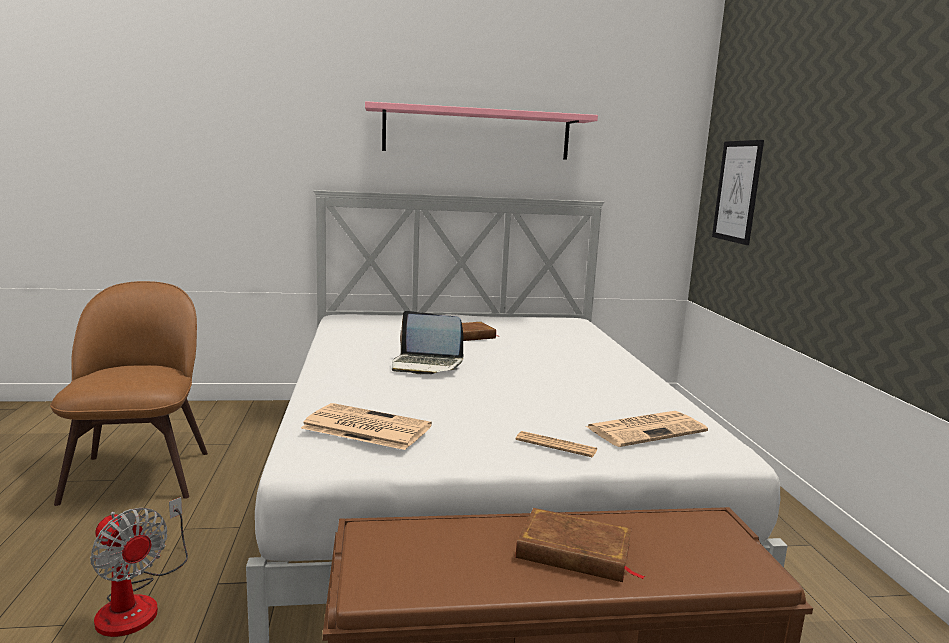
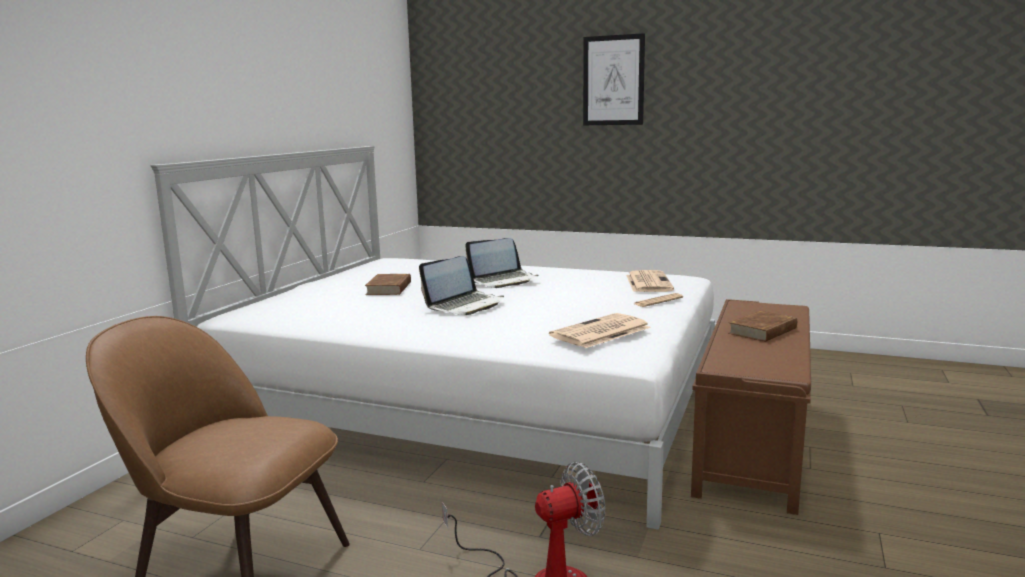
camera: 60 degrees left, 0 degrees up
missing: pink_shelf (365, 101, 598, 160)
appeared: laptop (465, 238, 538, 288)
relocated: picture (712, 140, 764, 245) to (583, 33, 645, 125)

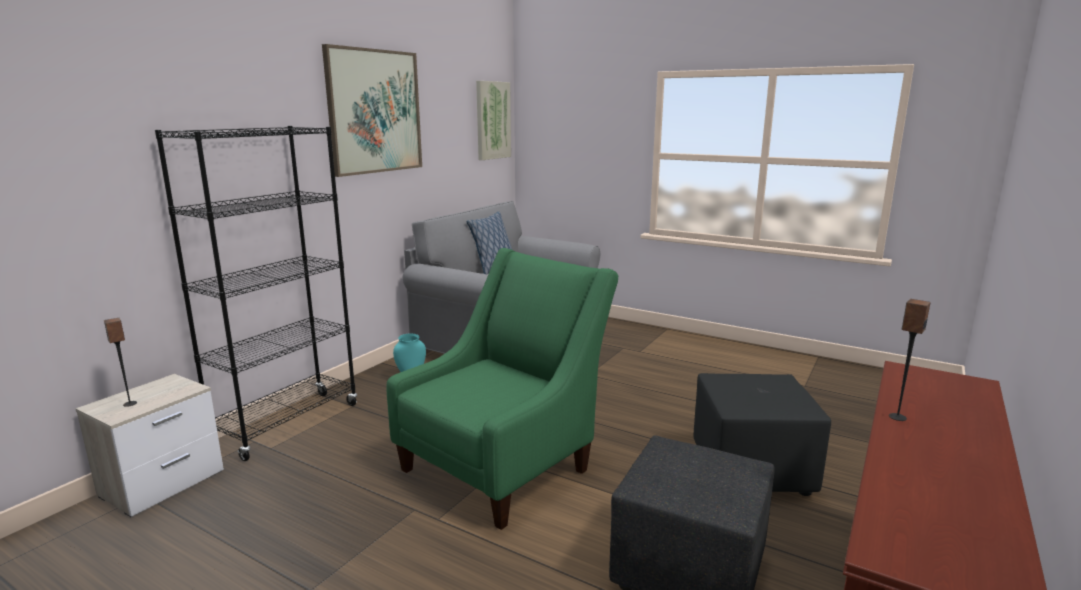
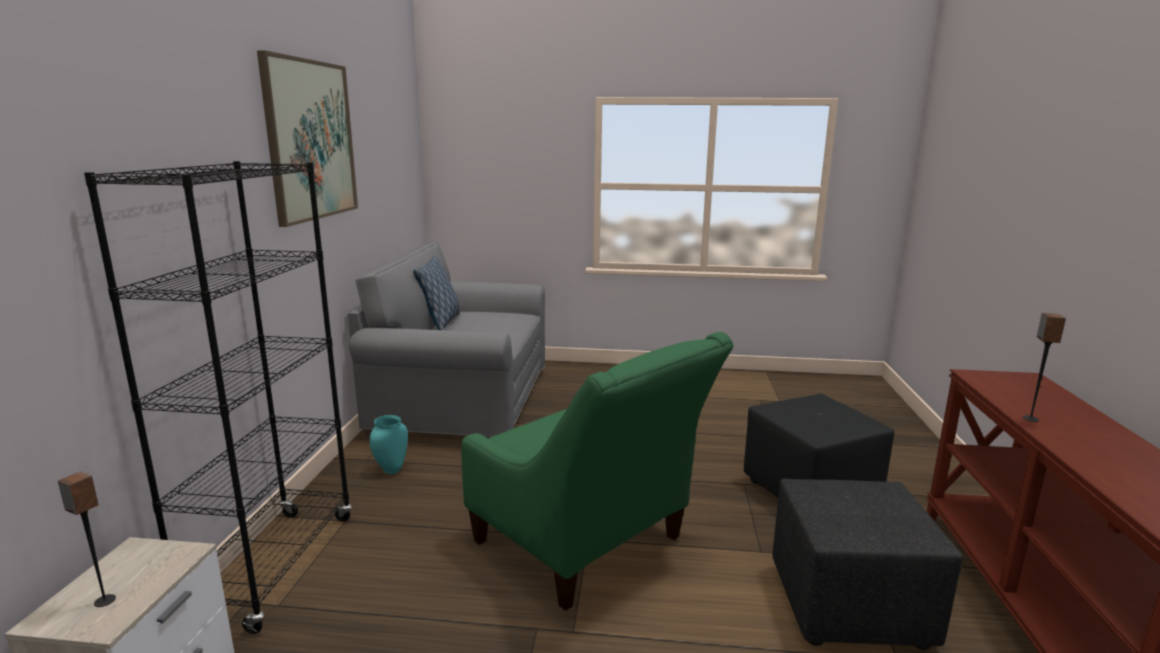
camera: 25 degrees left, 0 degrees up
missing: picture (476, 81, 511, 160)
spun: green_armchair (387, 248, 618, 530) = (461, 332, 733, 611) 120 degrees clockwise

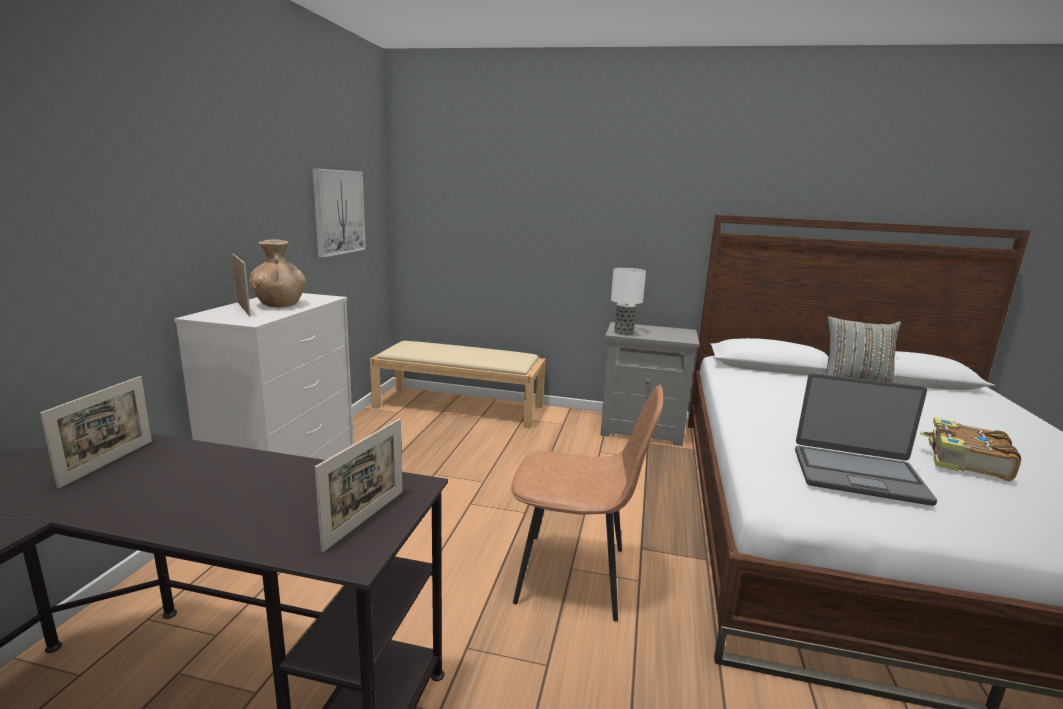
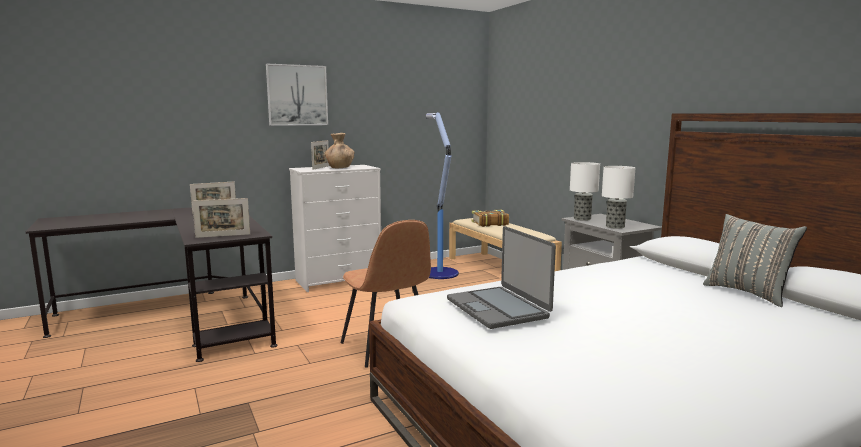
camera: 50 degrees right, 5 degrees down
appeared: floor_lamp (426, 112, 459, 279); table_lamp (602, 166, 635, 229)
relocated: picture (313, 168, 366, 258) to (266, 64, 328, 126); book (920, 417, 1021, 481) to (471, 210, 509, 227)

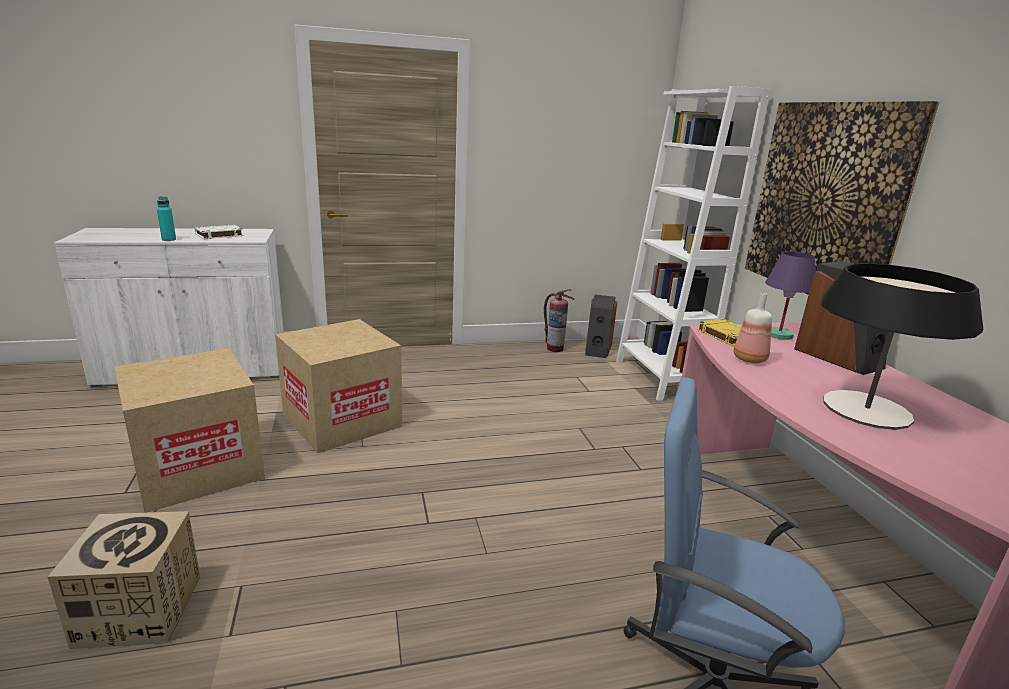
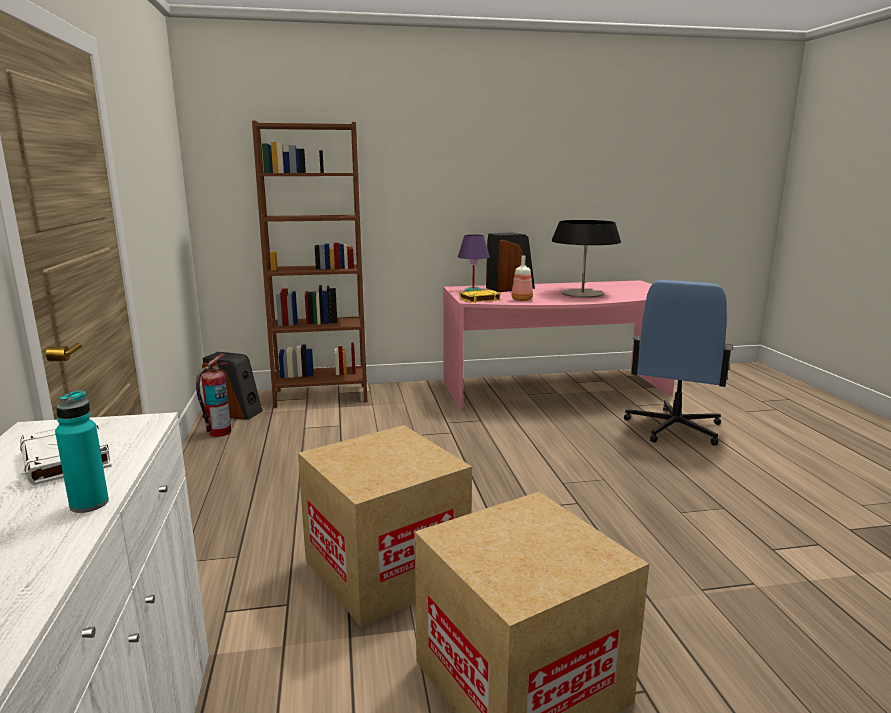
camera: 85 degrees left, 5 degrees down
missing: picture (745, 101, 939, 295); cardboard_box (48, 511, 200, 649)
colour: white_bookcase (616, 86, 770, 401) to brown_bookcase (252, 121, 367, 408)

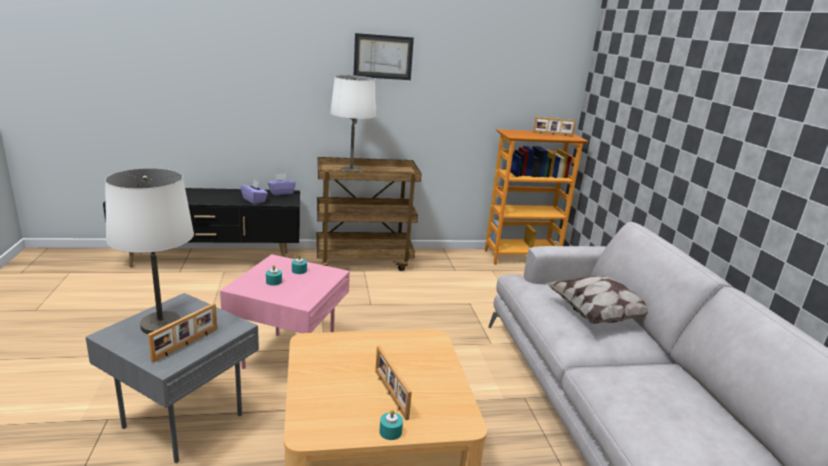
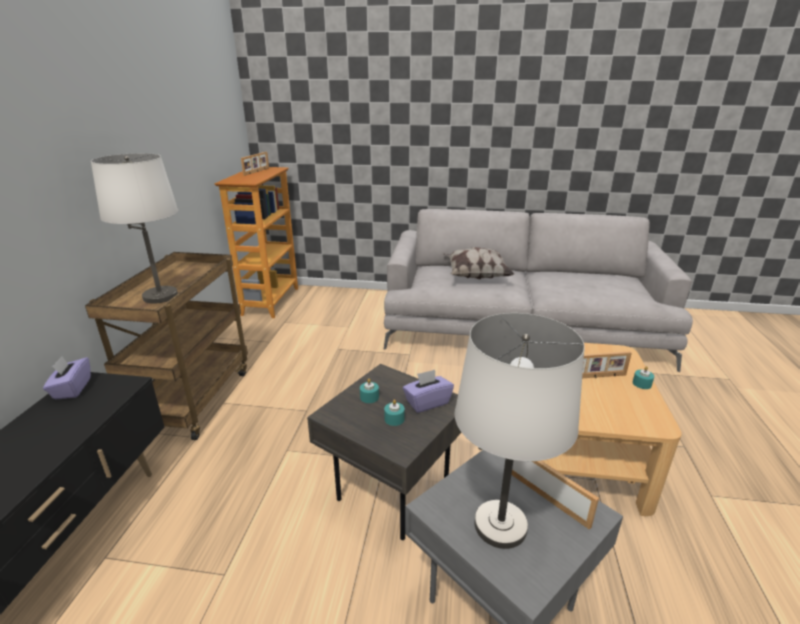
camera: 70 degrees left, 5 degrees up
missing: picture (354, 33, 414, 80)
relocated: purple_tissue_box (241, 180, 268, 204) to (403, 370, 454, 413)
colour: pink_side_table (220, 254, 350, 369) to grey_side_table (307, 364, 461, 540)

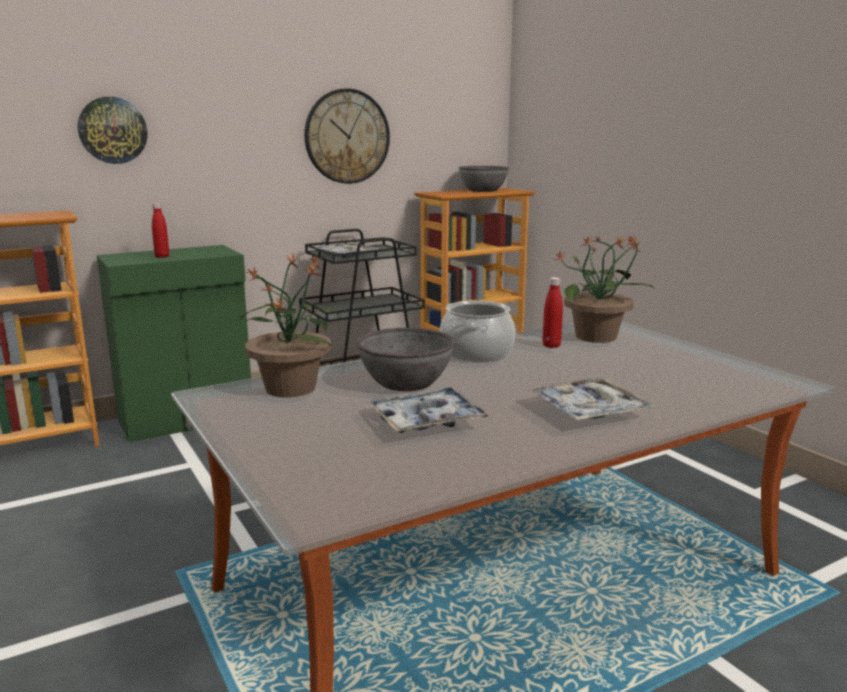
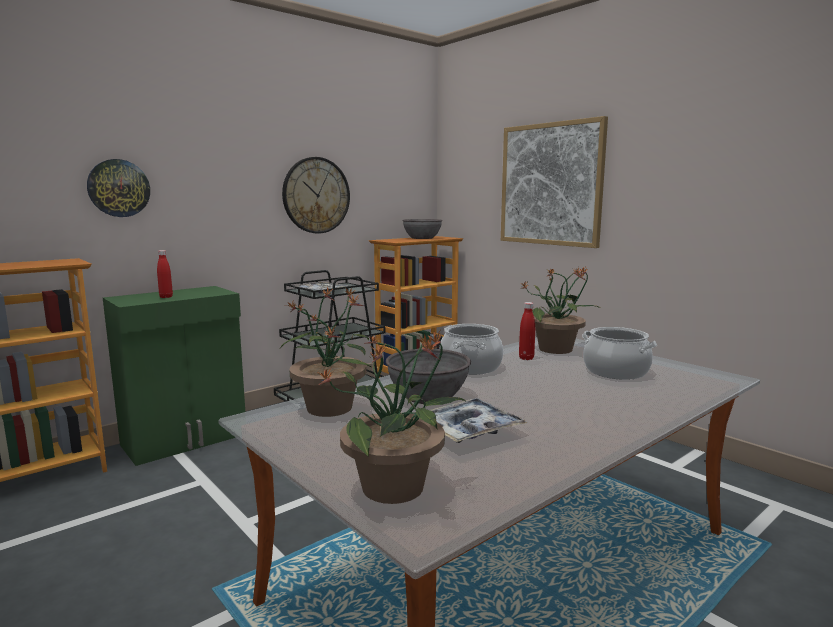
camera: 10 degrees left, 5 degrees down
missing: tray (529, 378, 655, 421)
appeared: picture (501, 116, 608, 248); cooking_pot (582, 327, 657, 380); potted_plant (318, 331, 467, 504)

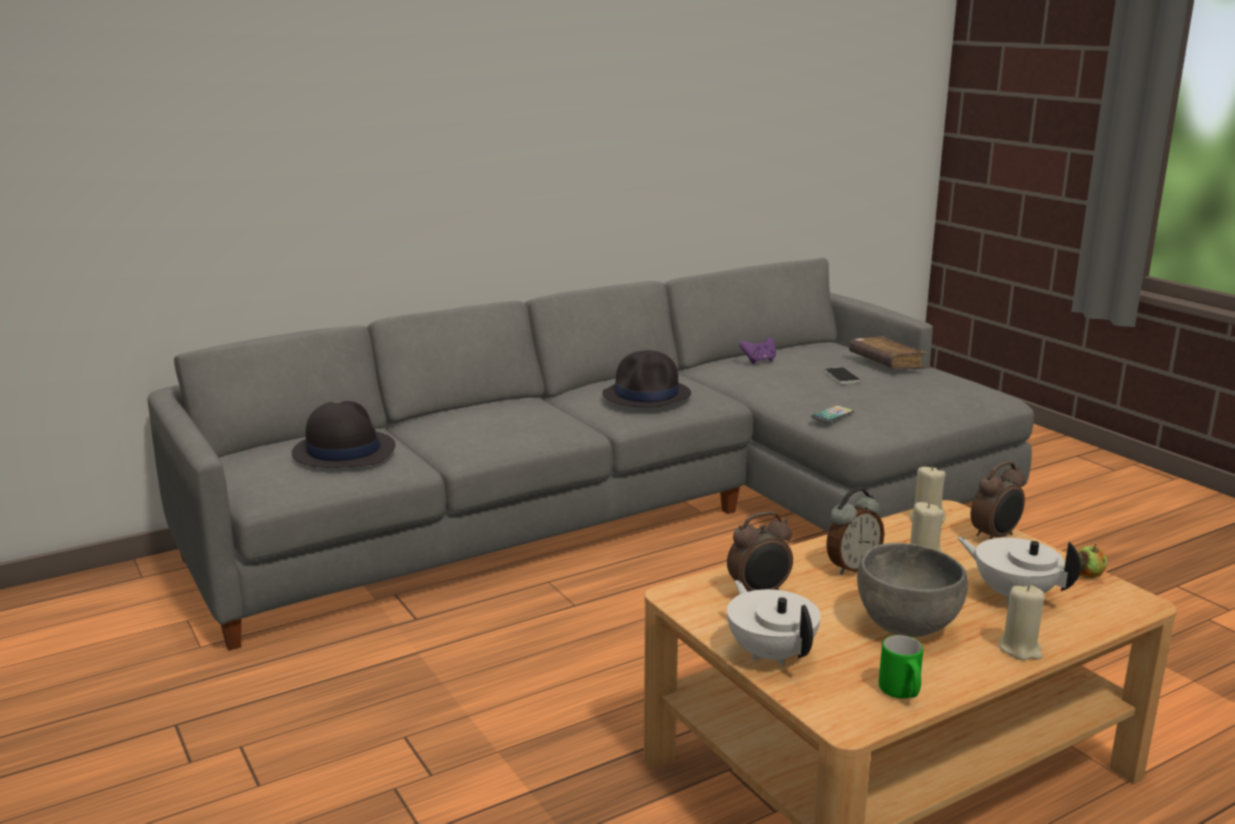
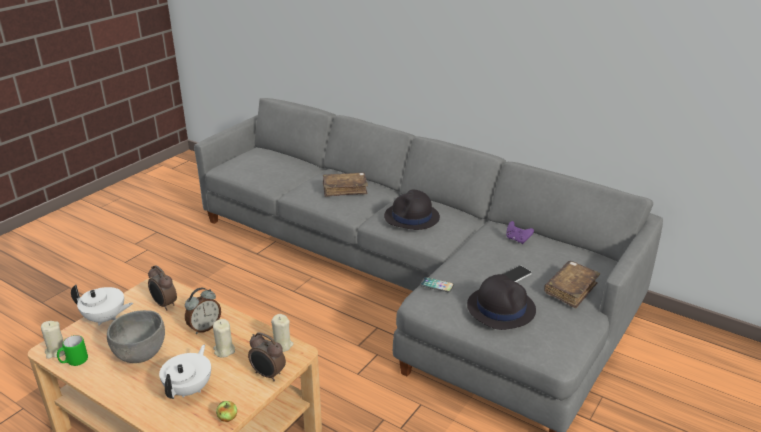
camera: 65 degrees right, 10 degrees up
appeared: brown_book (323, 172, 368, 197)
relocated: black_hat (292, 401, 396, 468) to (467, 274, 536, 330); beige_candle (999, 585, 1045, 660) to (41, 321, 65, 359)
spun: alarm_clock (826, 488, 885, 575) = (185, 287, 221, 334) 75 degrees counterclockwise; white_teapot (727, 580, 821, 666) = (71, 285, 133, 326) 60 degrees clockwise

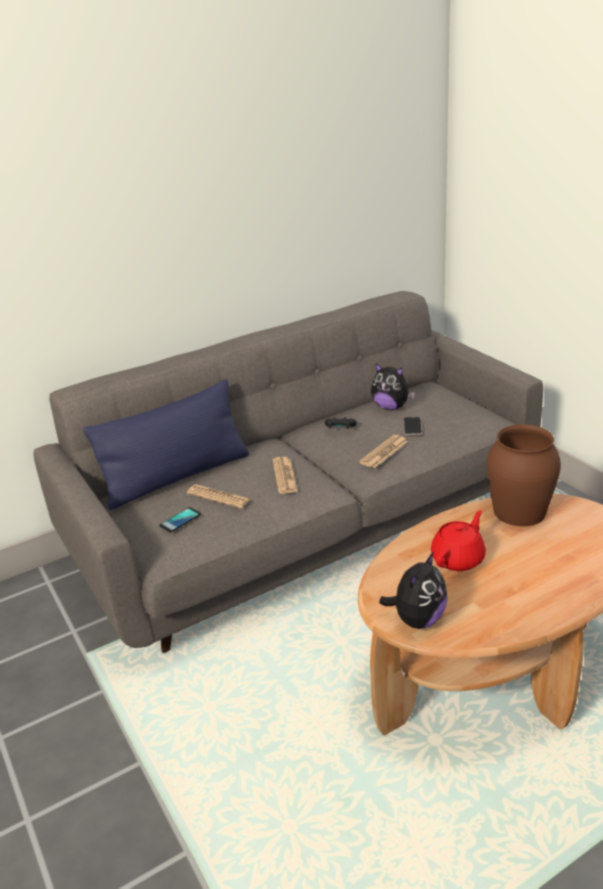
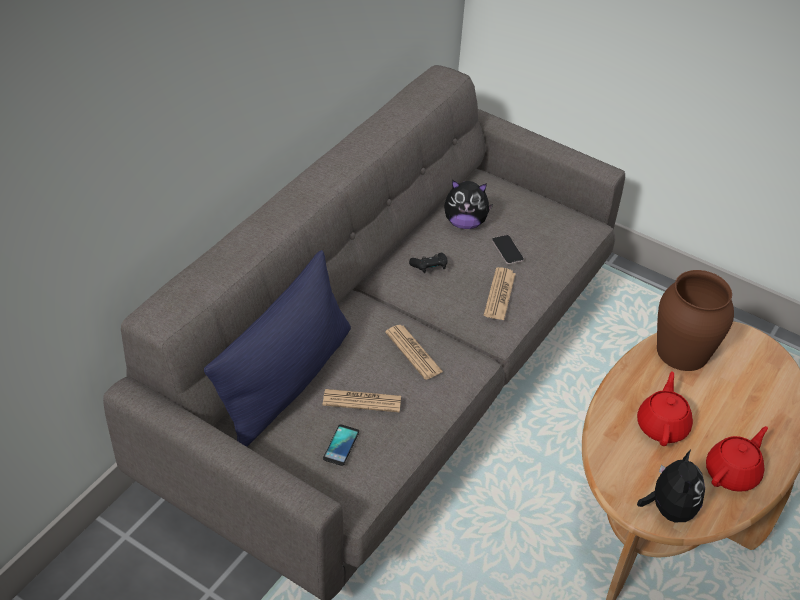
camera: 30 degrees left, 15 degrees up
appeared: red_teapot (706, 426, 768, 492)

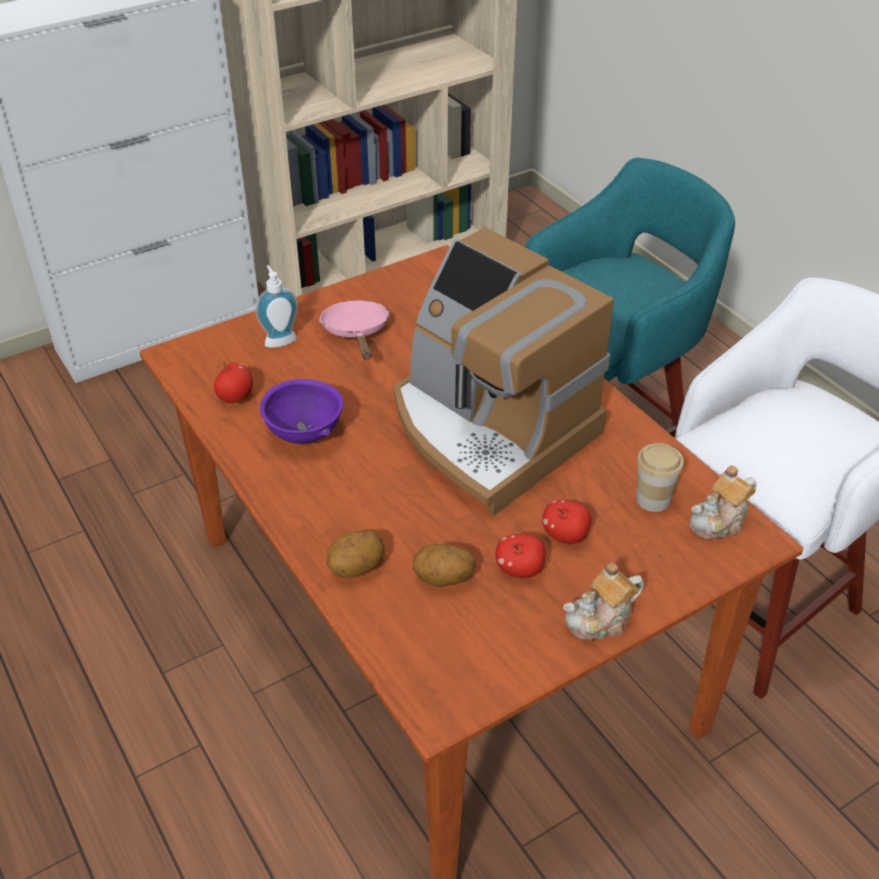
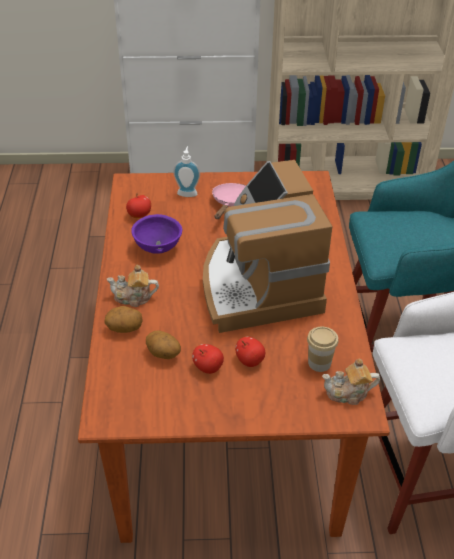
camera: 30 degrees right, 0 degrees up
relocated: teapot (563, 562, 644, 640) to (107, 265, 159, 307)

